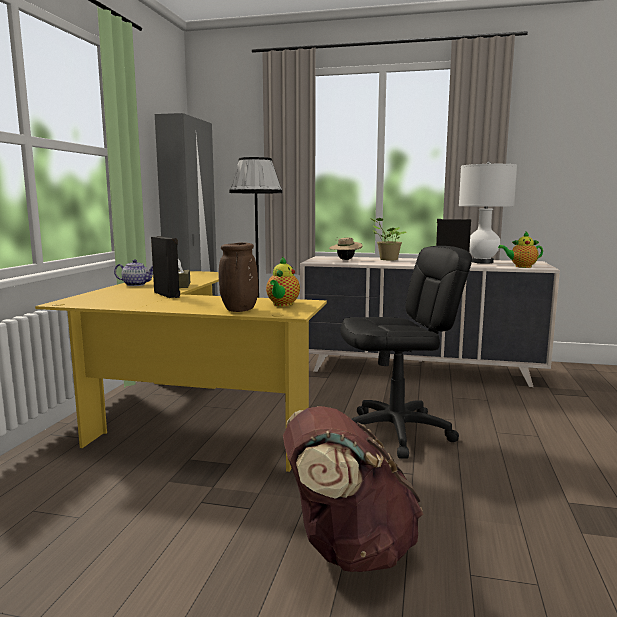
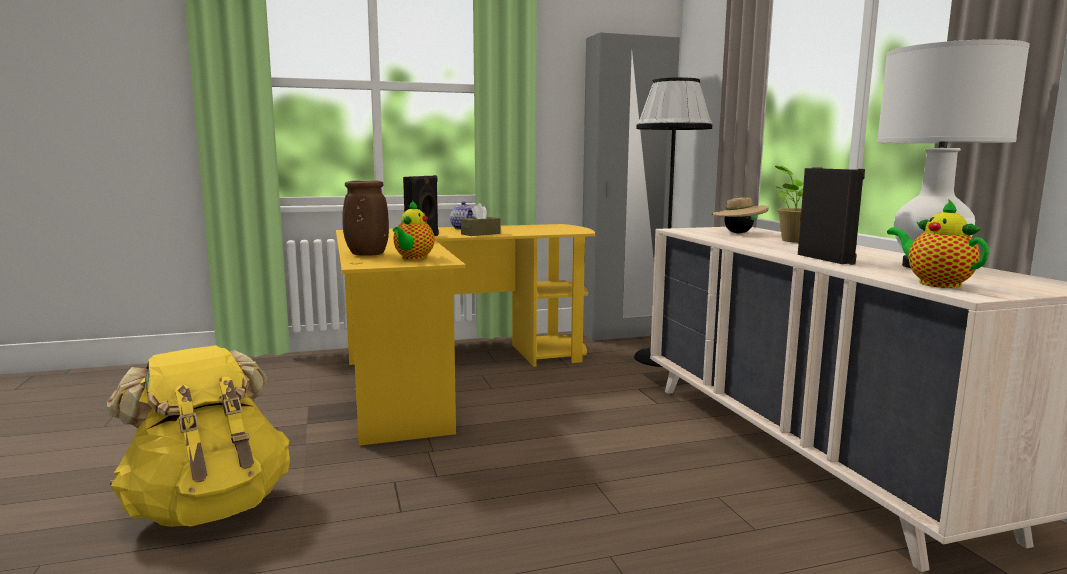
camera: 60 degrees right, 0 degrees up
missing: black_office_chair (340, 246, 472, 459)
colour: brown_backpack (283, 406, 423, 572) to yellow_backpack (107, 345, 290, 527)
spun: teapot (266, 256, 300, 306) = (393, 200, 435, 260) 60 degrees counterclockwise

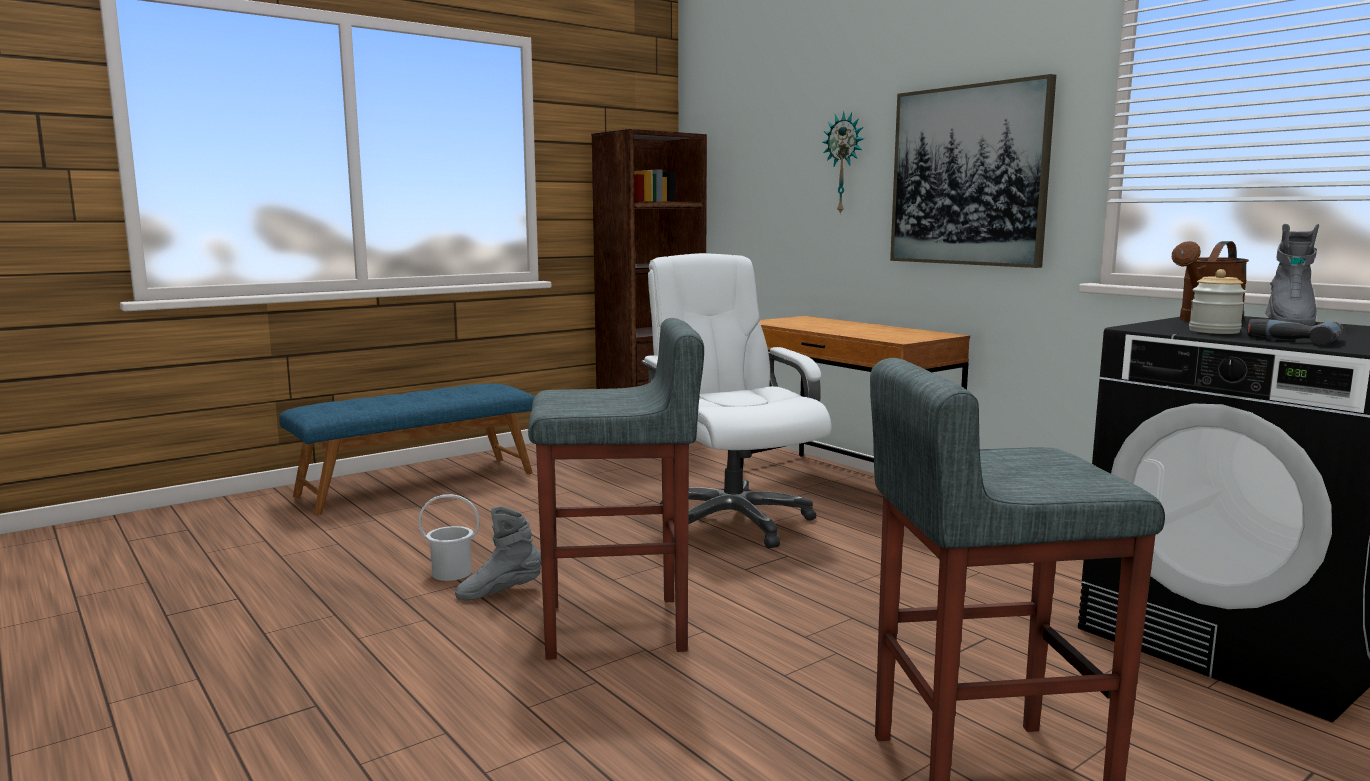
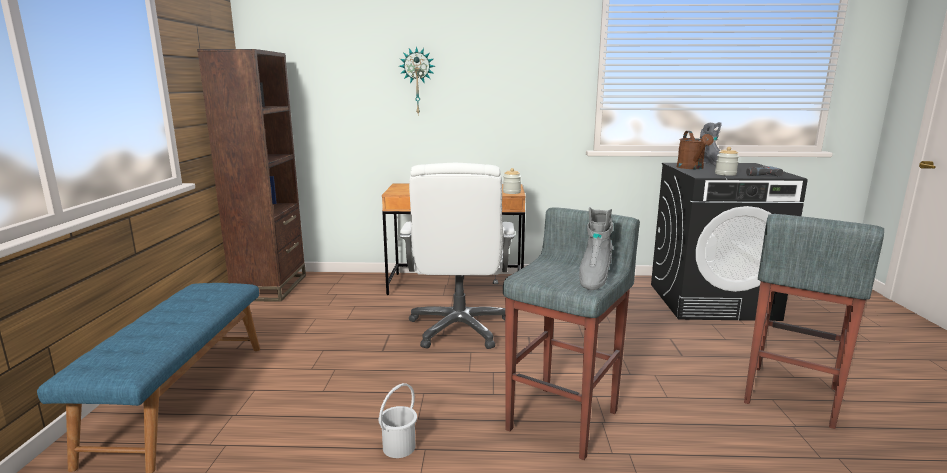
camera: 50 degrees left, 5 degrees up
missing: picture (890, 74, 1056, 268)
appeared: jar (503, 168, 521, 194)
relocated: grey_boot (455, 506, 541, 600) to (579, 207, 613, 290)
spun: white_office_chair (641, 253, 831, 548) = (400, 163, 515, 349) 105 degrees counterclockwise

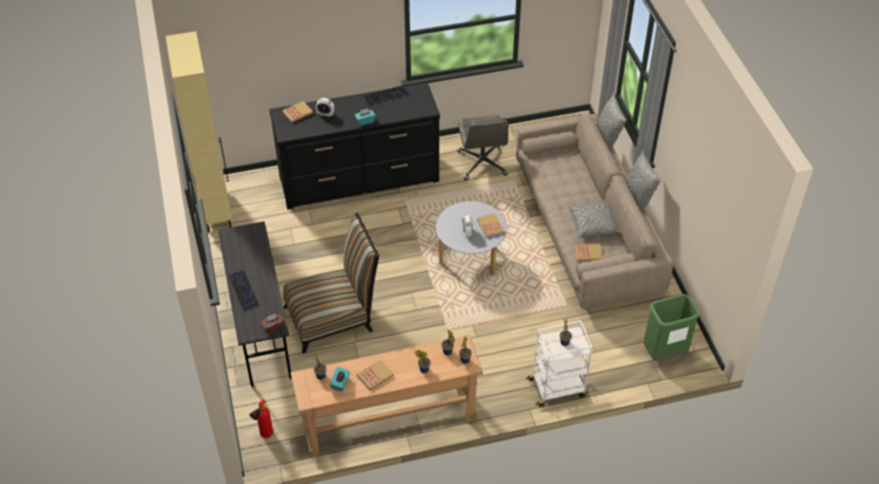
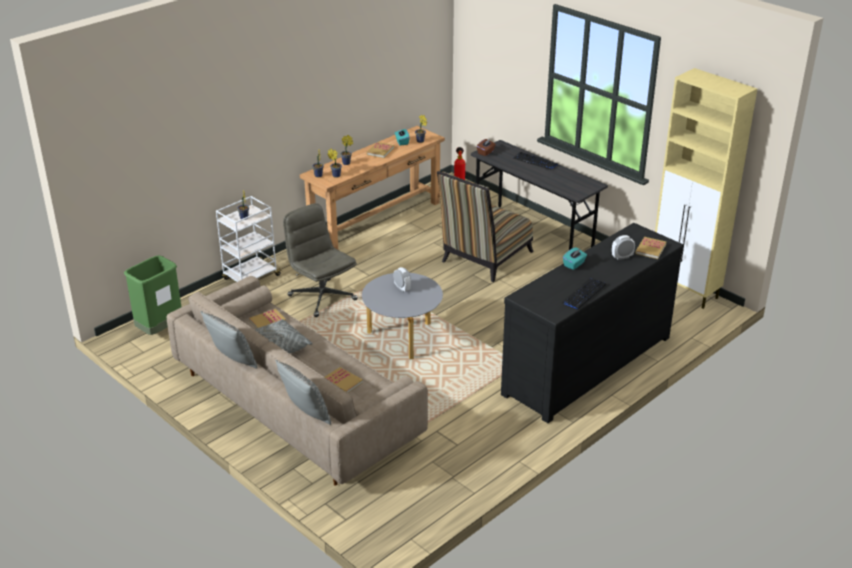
camera: 150 degrees right, 15 degrees down
relocated: grey_office_chair (457, 115, 509, 180) to (283, 203, 358, 317); book (477, 213, 504, 238) to (325, 367, 363, 393)

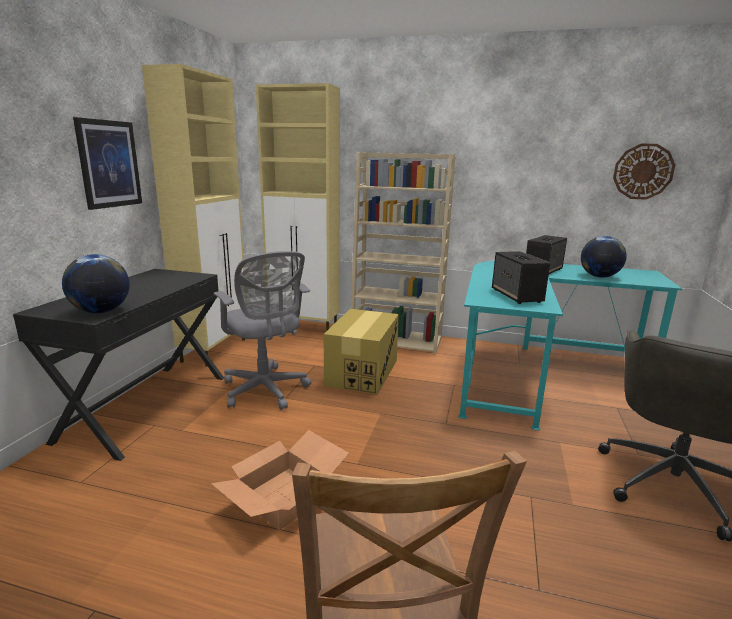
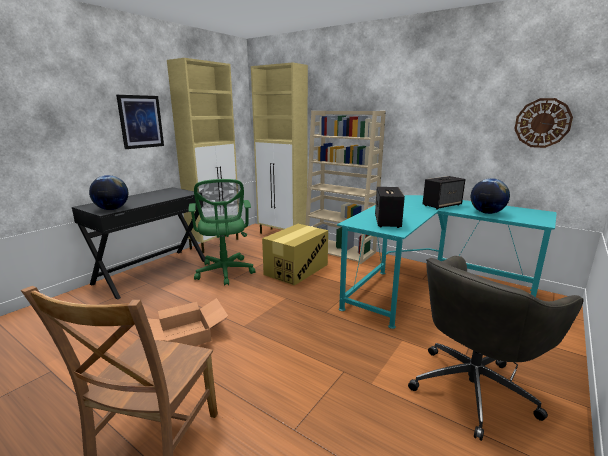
camera: 20 degrees right, 0 degrees up
colour: grey_office_chair (214, 251, 311, 410) to green_office_chair (189, 179, 255, 285)

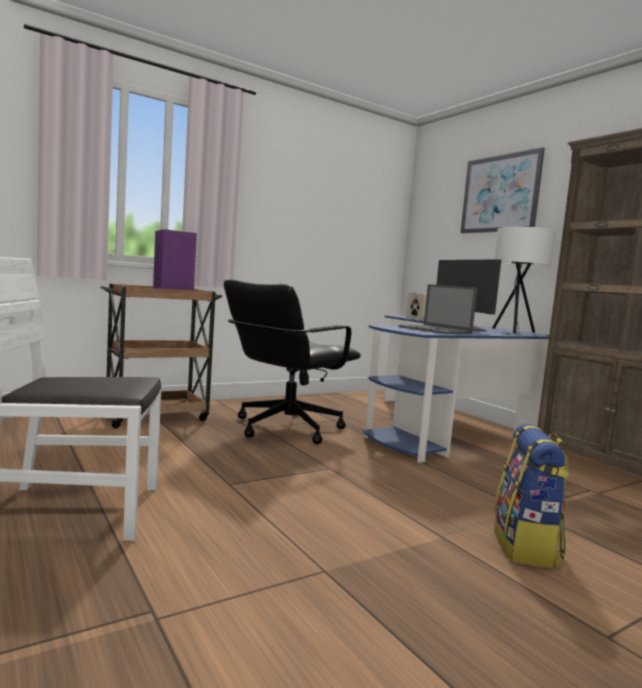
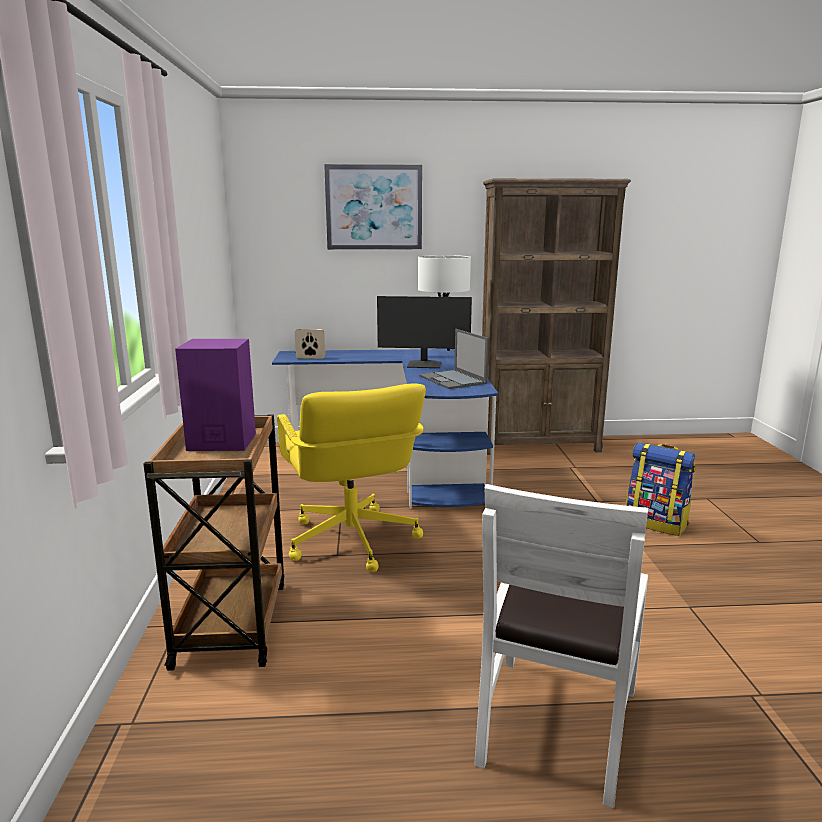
camera: 60 degrees left, 10 degrees up
colour: black_office_chair (224, 279, 361, 444) to yellow_office_chair (277, 384, 426, 572)
spun: laptop (398, 284, 477, 334) = (419, 329, 488, 389) 75 degrees clockwise

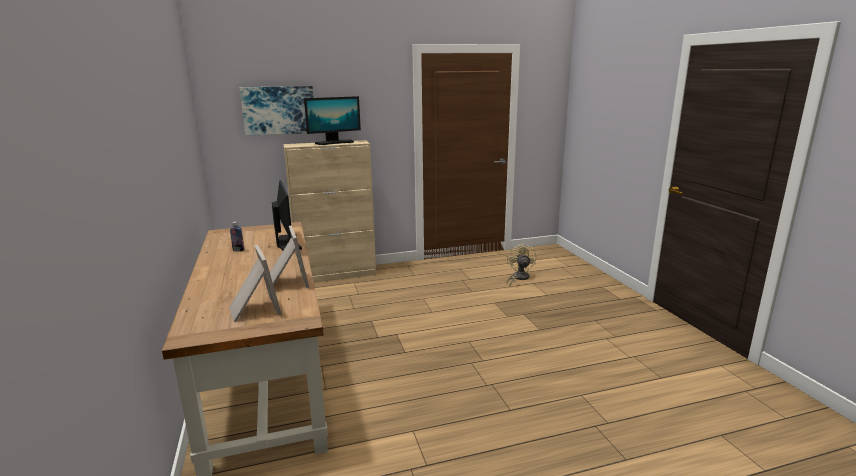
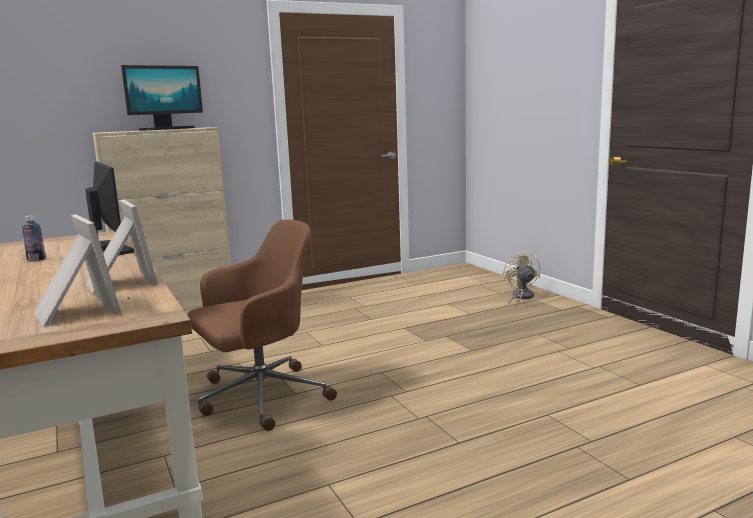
camera: 10 degrees left, 5 degrees down
missing: picture (240, 86, 313, 136)
appeared: brown_office_chair (188, 219, 337, 431)
relocated: beige_fan (506, 243, 536, 287) to (503, 251, 540, 307)

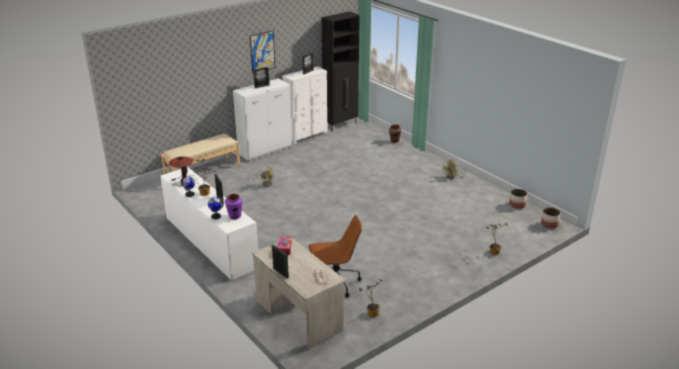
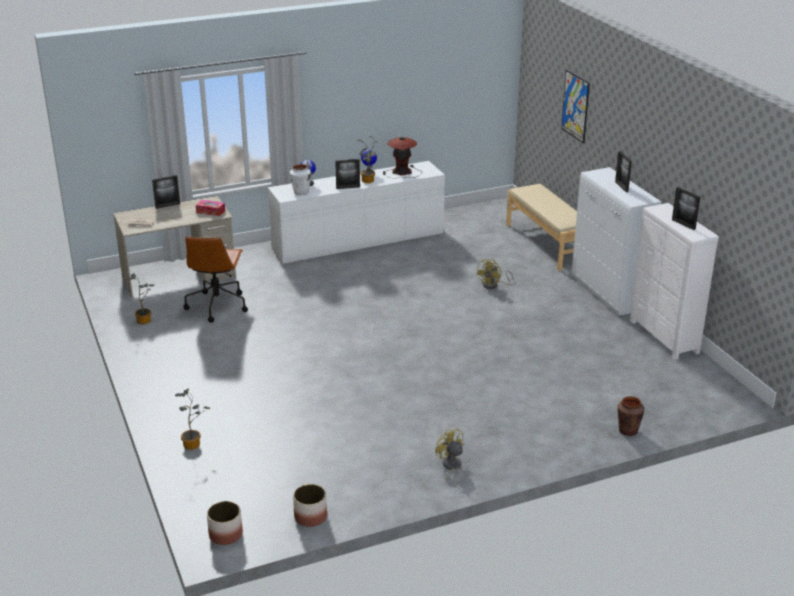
camera: 105 degrees right, 0 degrees up
missing: black_cabinet (322, 11, 360, 131)
relocated: picture (250, 31, 275, 74) to (561, 70, 590, 144)
colour: purple_vase (225, 194, 242, 219) to white_vase (290, 164, 311, 196)

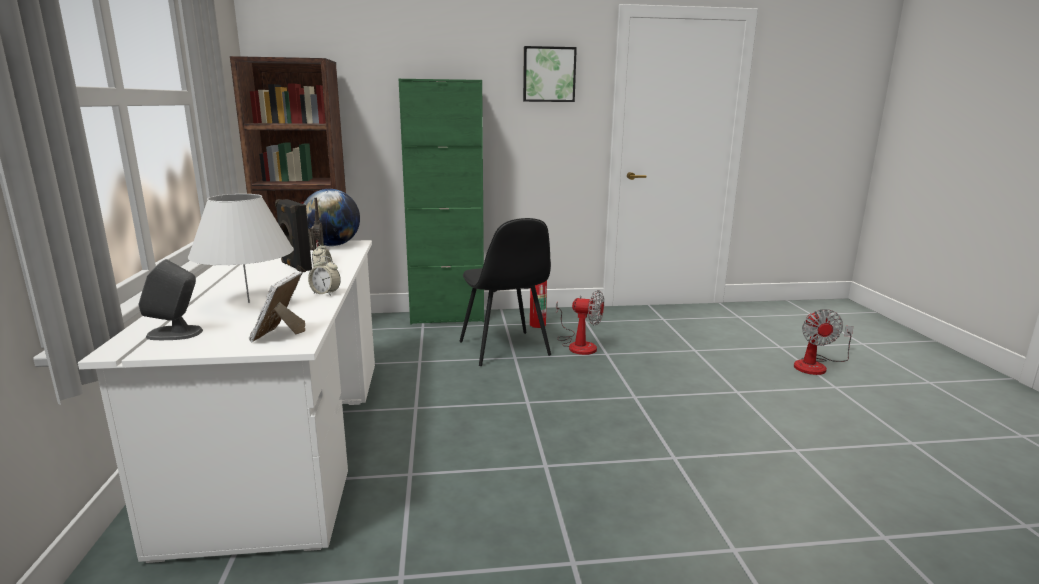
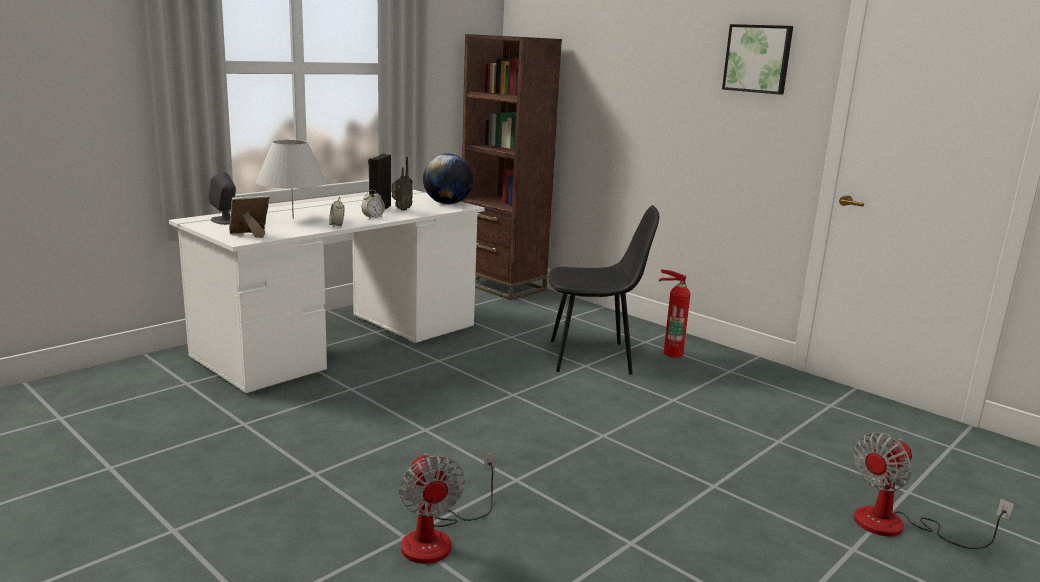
camera: 50 degrees right, 0 degrees up
missing: green_cabinet (399, 79, 484, 325)
relocated: fan (556, 290, 604, 355) to (399, 453, 496, 564)
spun: black_chair (459, 218, 551, 366) = (548, 205, 659, 375) 120 degrees counterclockwise

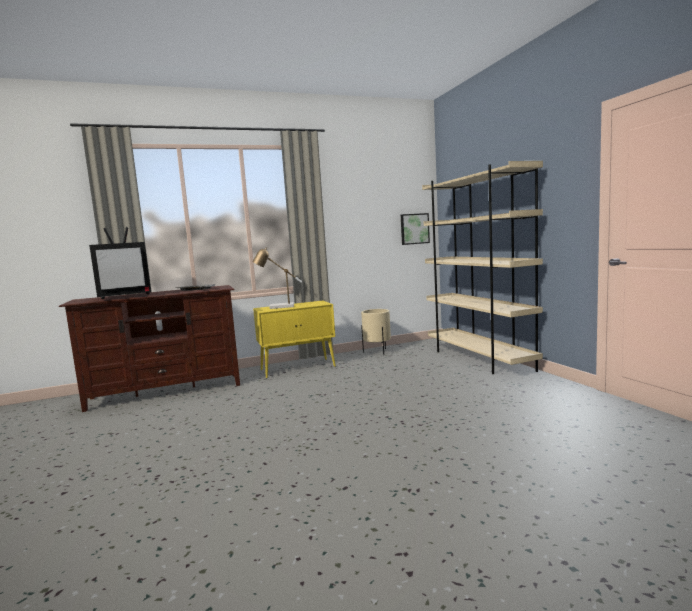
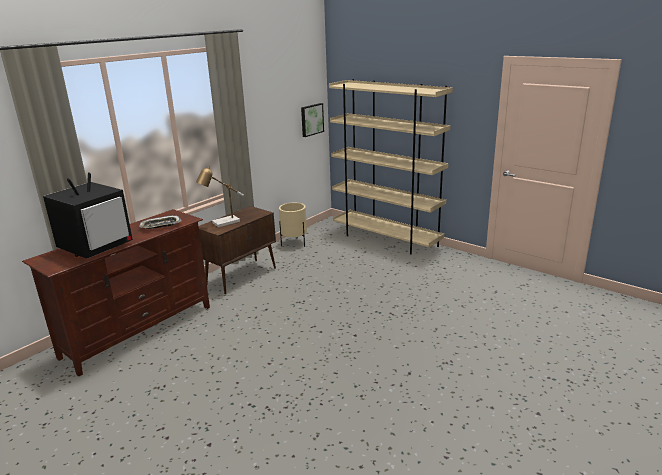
camera: 30 degrees left, 15 degrees up
colour: yellow_cabinet (253, 300, 336, 378) to brown_cabinet (198, 206, 276, 294)

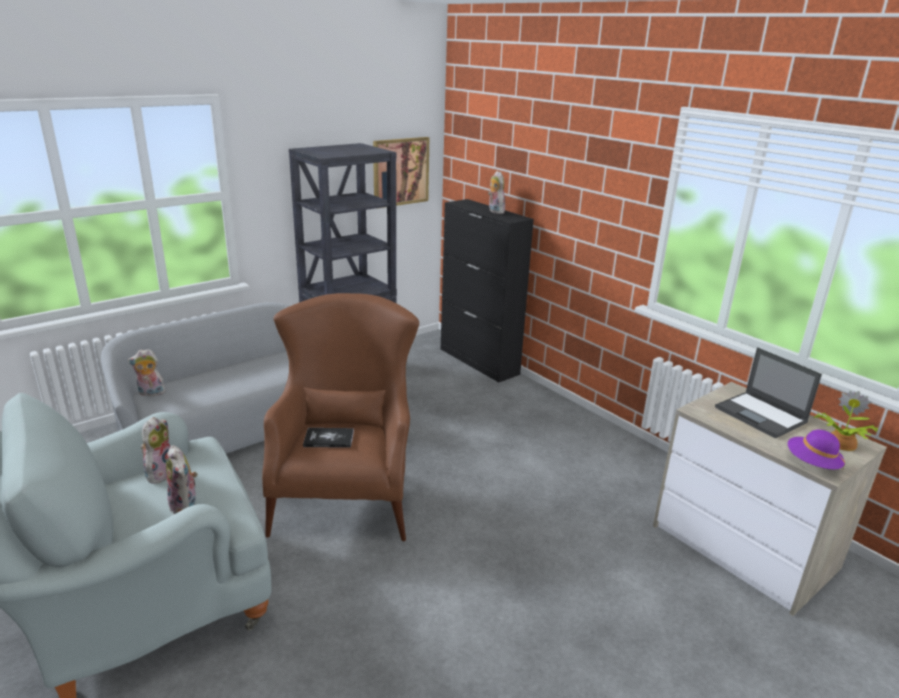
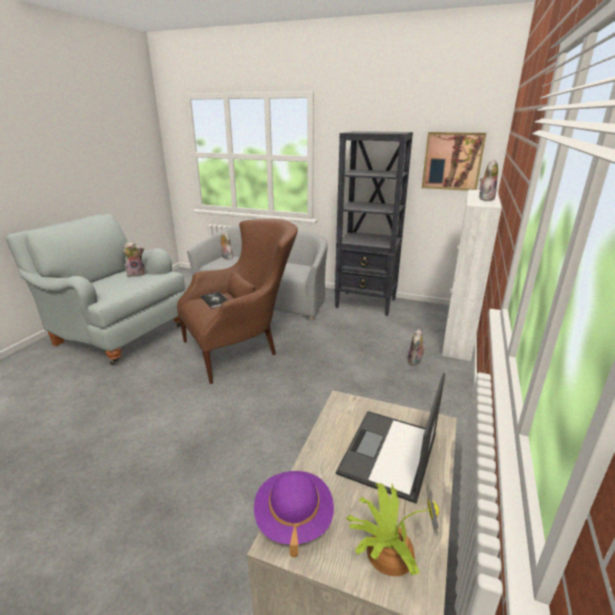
camera: 60 degrees right, 0 degrees up
relocated: plush_toy (166, 445, 198, 515) to (407, 329, 426, 366)
colour: black_cabinet (441, 199, 534, 382) to white_cabinet (442, 189, 502, 361)

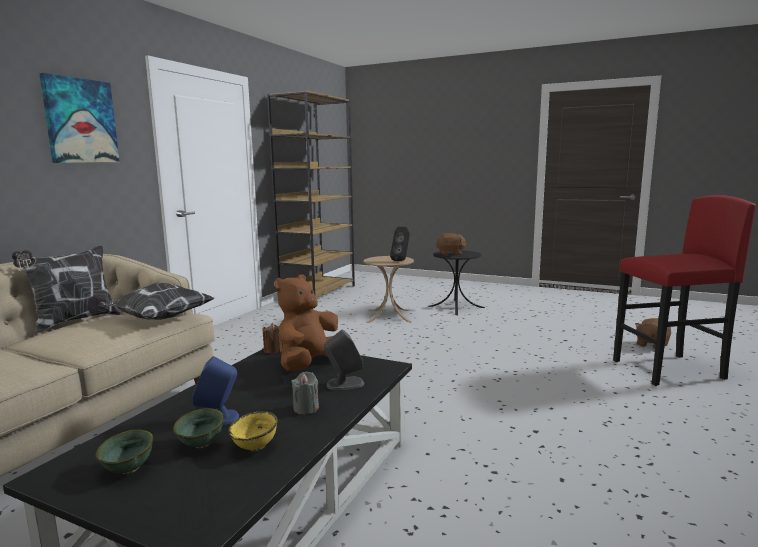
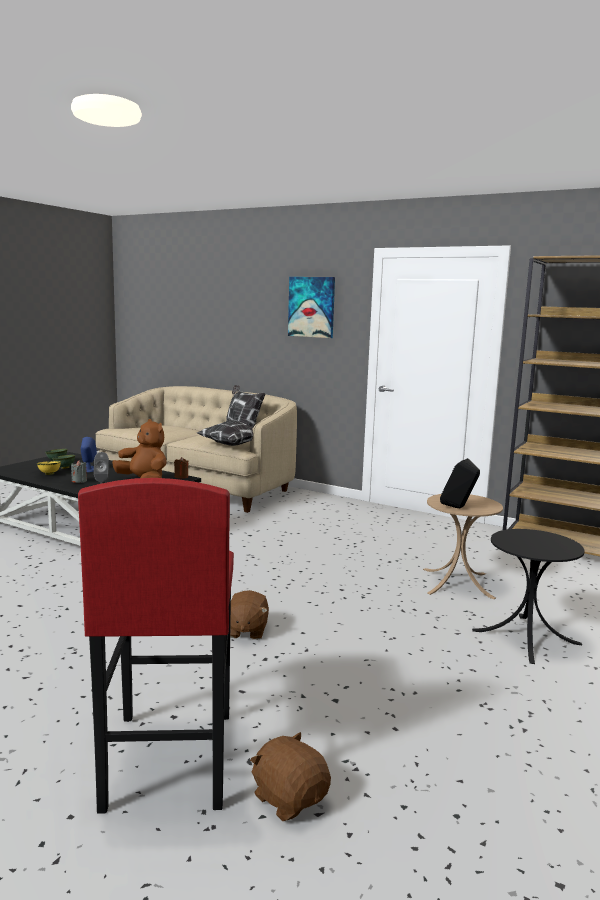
camera: 95 degrees right, 0 degrees up
relocated: brown_plush_toy (436, 233, 468, 256) to (230, 590, 269, 640)

